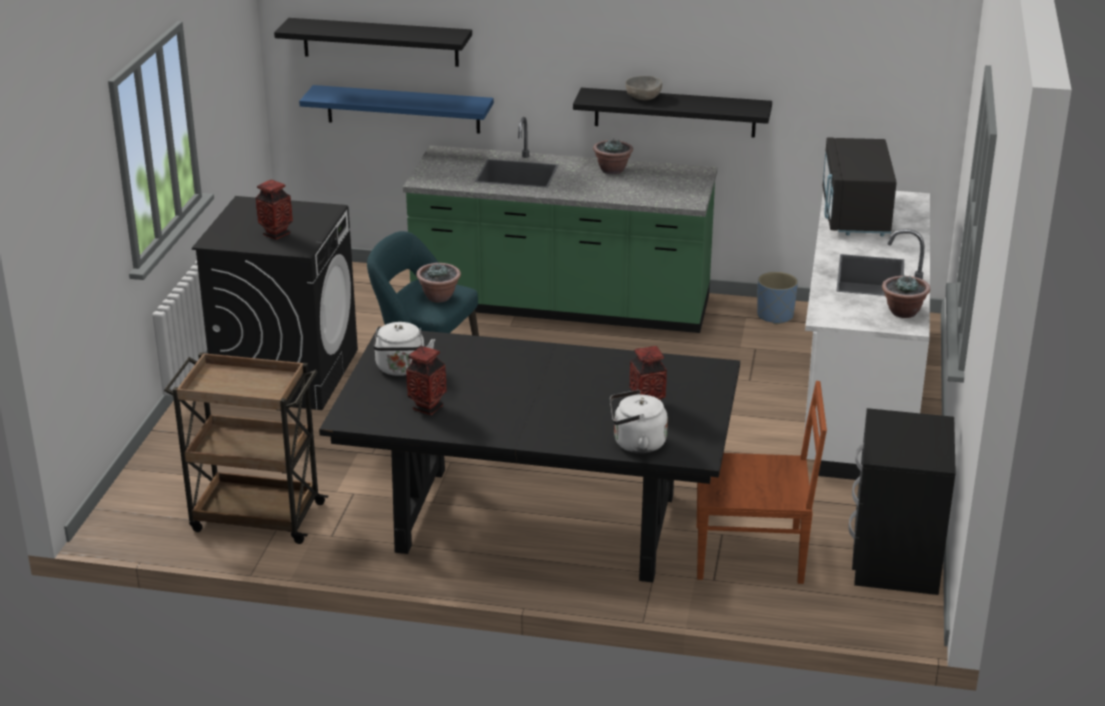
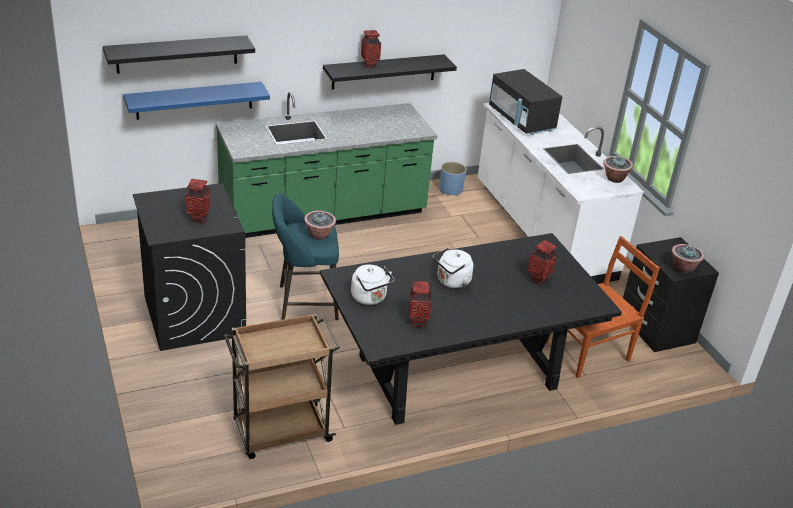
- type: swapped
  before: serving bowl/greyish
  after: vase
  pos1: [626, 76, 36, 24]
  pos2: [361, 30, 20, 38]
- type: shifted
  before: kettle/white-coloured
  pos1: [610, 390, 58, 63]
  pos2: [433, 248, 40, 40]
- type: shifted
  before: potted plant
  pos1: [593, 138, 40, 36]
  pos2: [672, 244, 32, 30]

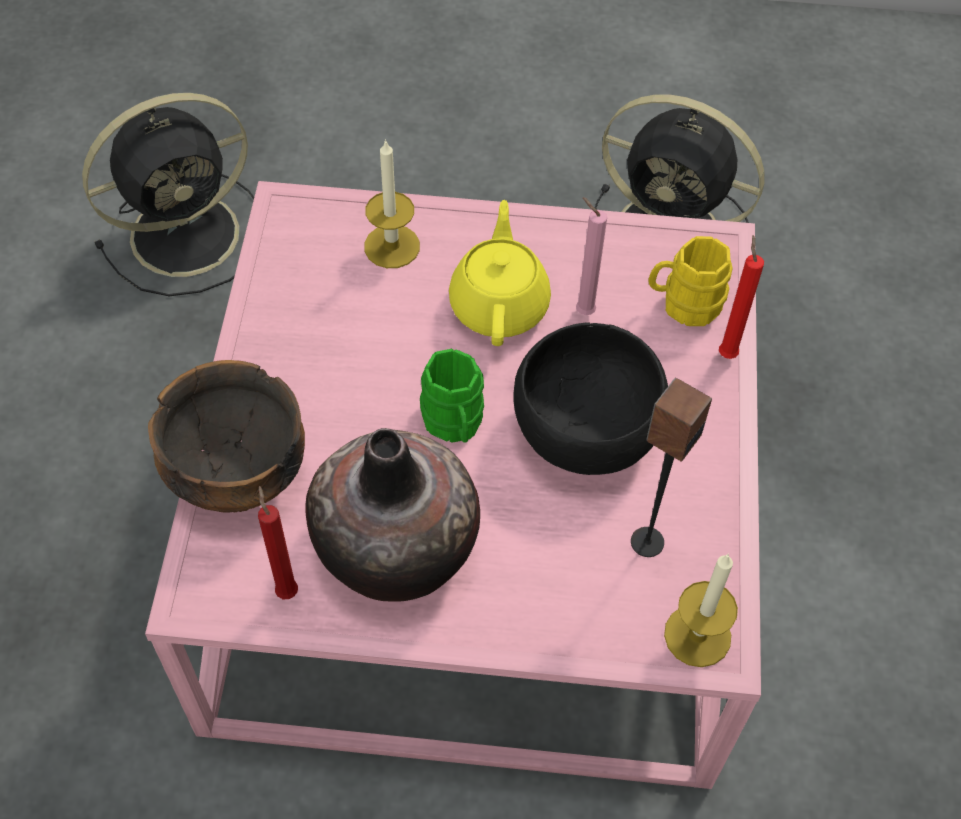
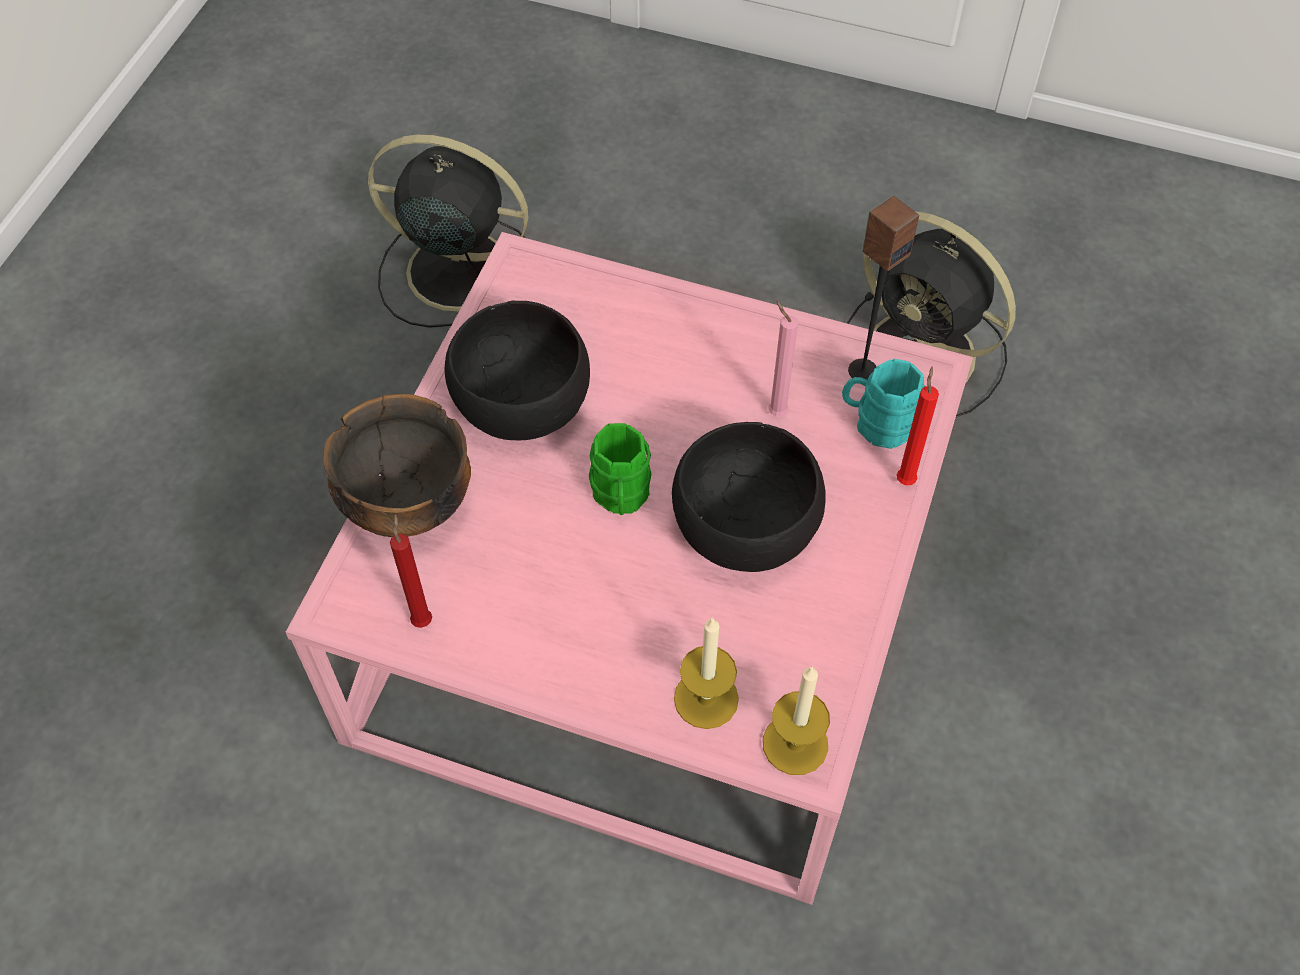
- type: rotated
  before: electric fan/black-coloured
  pos1: [82, 93, 172, 203]
  pos2: [368, 134, 161, 194]
  turn: -150
- type: new
  after: serving bowl/black-coloured
  pos2: [444, 301, 146, 139]
- type: shifted
  before: wax candle
  pos1: [364, 139, 56, 129]
  pos2: [674, 617, 65, 112]
- type: repainted
  before: coffee mug/yellow
  after: coffee mug/blue-green
  pos1: [648, 236, 85, 90]
  pos2: [842, 359, 83, 90]
- type: shifted
  before: audio speaker
  pos1: [631, 378, 81, 179]
  pos2: [848, 195, 71, 185]
- type: gone
  before: vase
  pos1: [305, 428, 175, 174]
- type: gone
  before: pot for tea/yellow
  pos1: [449, 200, 102, 146]

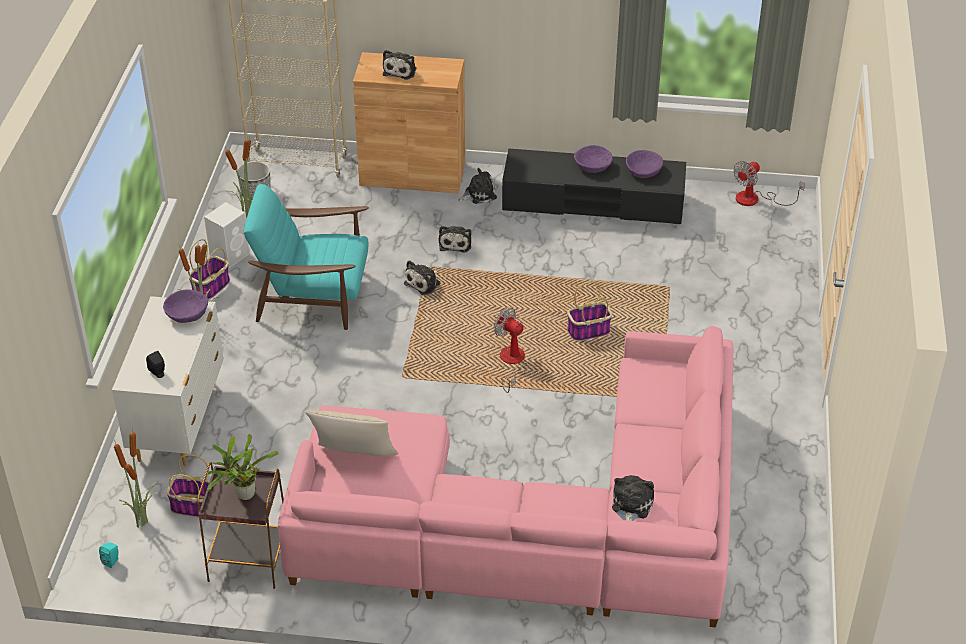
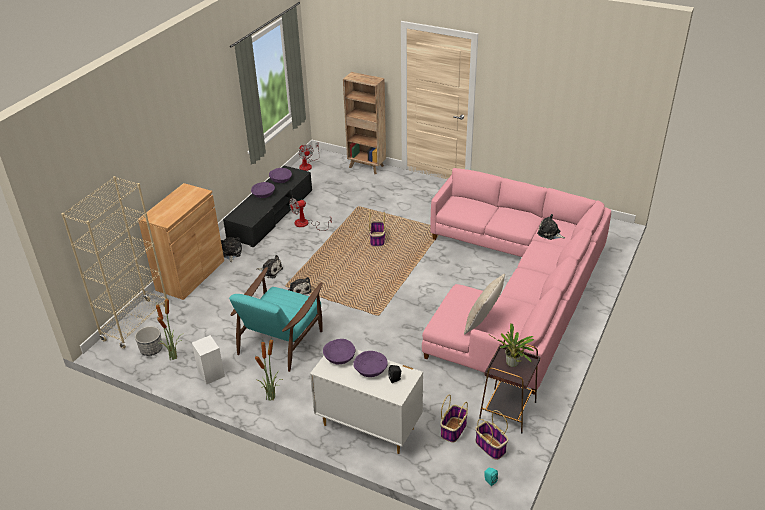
- type: shifted
  before: electric fan
  pos1: [494, 308, 33, 85]
  pos2: [289, 198, 43, 33]
- type: new
  after: shelving unit/brown-coloured
  pos2: [343, 72, 43, 102]
- type: new
  after: serving bowl/purple
  pos2: [353, 351, 35, 26]
- type: shifted
  before: basket
  pos1: [189, 239, 41, 61]
  pos2: [475, 410, 33, 50]
- type: gone
  before: potted plant
  pos1: [114, 428, 44, 100]
- type: gone
  before: cuddly toy
  pos1: [383, 50, 34, 30]

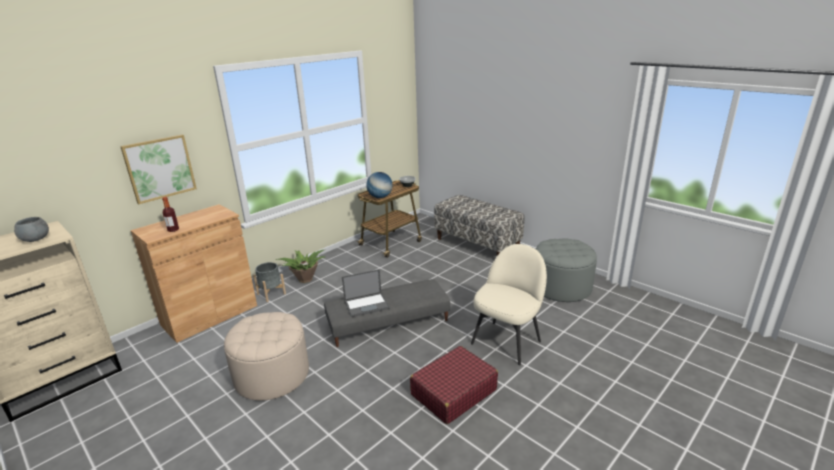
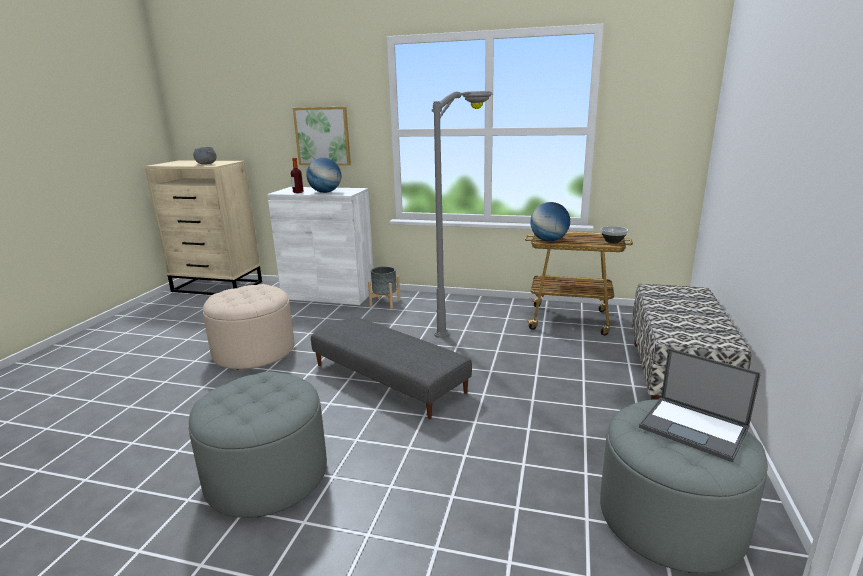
- type: swapped
  before: travel case/red-coloured
  after: footrest/greyish
  pos1: [410, 346, 88, 78]
  pos2: [189, 371, 138, 147]
- type: repainted
  before: cupboard/brown-coloured
  after: cupboard/white-coloured
  pos1: [131, 204, 126, 139]
  pos2: [267, 187, 107, 118]
- type: new
  after: desk globe
  pos2: [306, 158, 35, 35]
- type: new
  after: standing lamp/greyish
  pos2: [432, 91, 61, 247]
- type: shifted
  before: laptop
  pos1: [342, 269, 48, 48]
  pos2: [639, 348, 122, 114]
- type: gone
  before: potted plant
  pos1: [276, 250, 49, 33]
- type: gone
  before: chair/sand-coloured
  pos1: [471, 244, 76, 121]

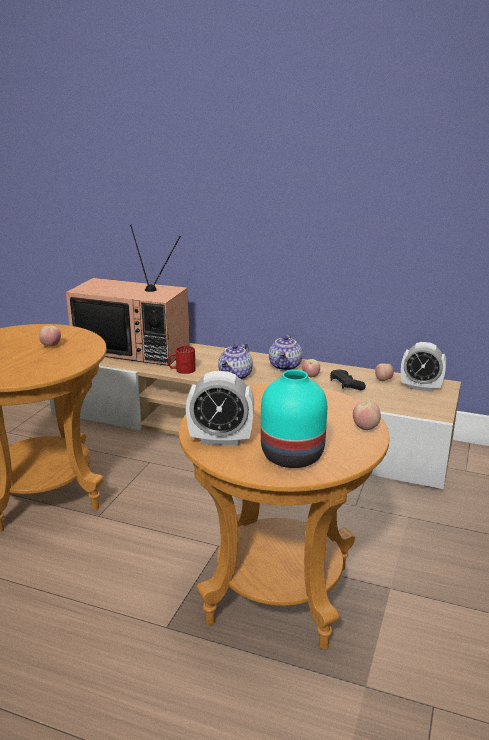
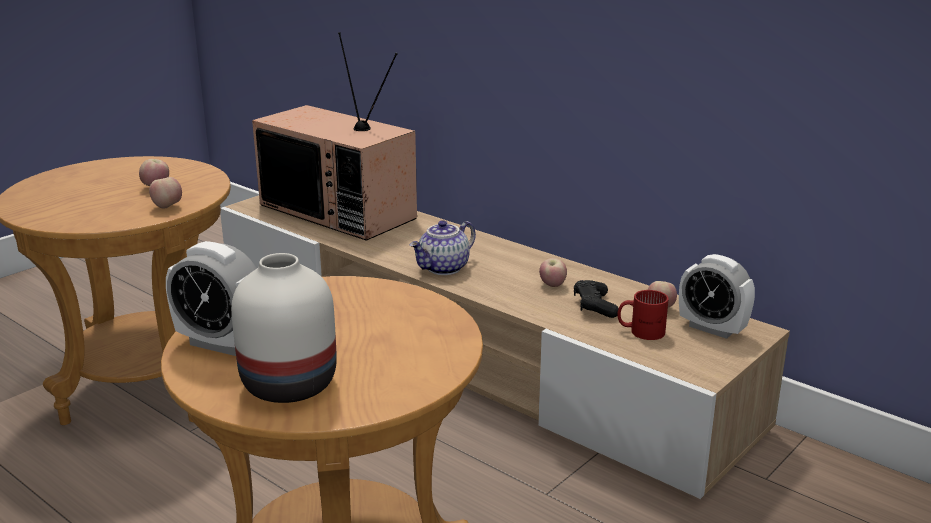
- type: shifted
  before: apple
  pos1: [353, 401, 28, 29]
  pos2: [149, 177, 33, 32]
- type: repainted
  before: vase/blue-green
  after: vase/white-coloured
  pos1: [261, 370, 66, 98]
  pos2: [231, 253, 106, 150]
- type: shifted
  before: coffee mug/red-coloured
  pos1: [167, 346, 29, 28]
  pos2: [618, 290, 51, 50]
- type: gone
  before: pot for tea
  pos1: [269, 334, 33, 37]

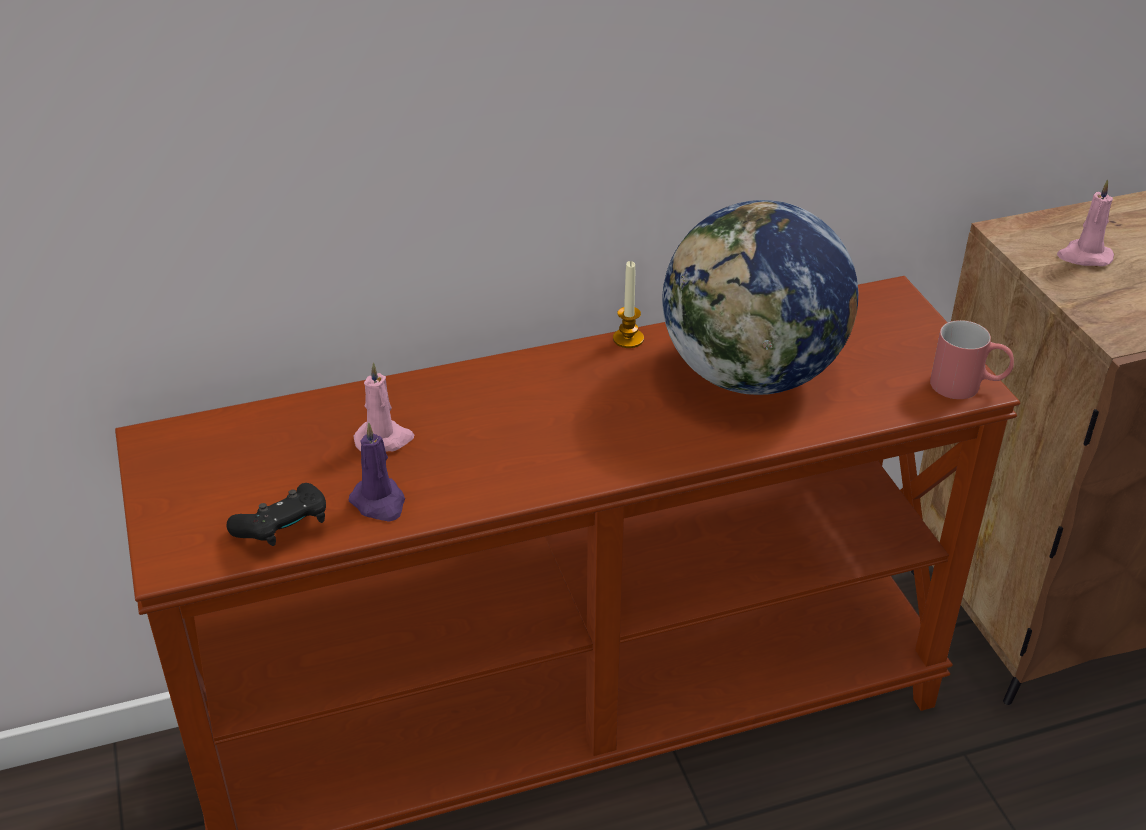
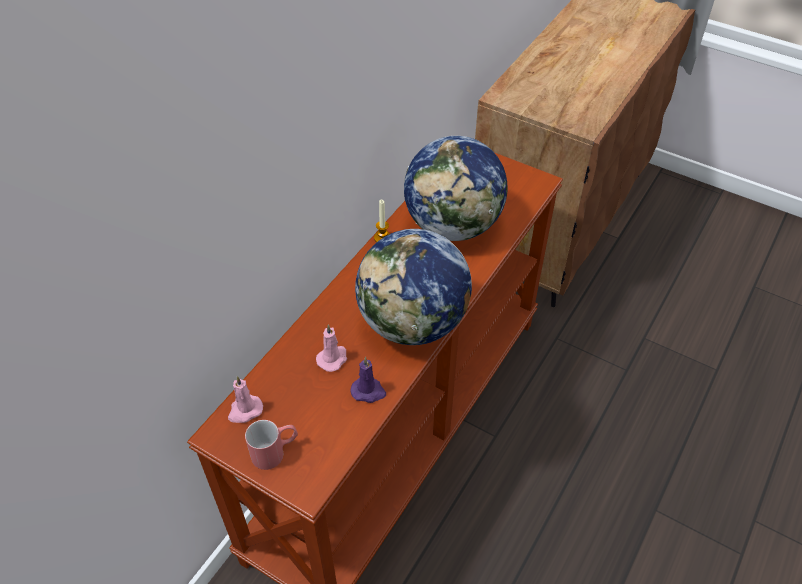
- type: shifted
  before: wax candle/pink
  pos1: [1057, 179, 57, 87]
  pos2: [228, 376, 35, 47]
- type: shifted
  before: coffee mug/red-coloured
  pos1: [930, 320, 84, 79]
  pos2: [245, 420, 53, 50]
- type: new
  after: desk globe
  pos2: [355, 229, 117, 116]
- type: gone
  before: game controller/black-coloured
  pos1: [227, 483, 99, 63]

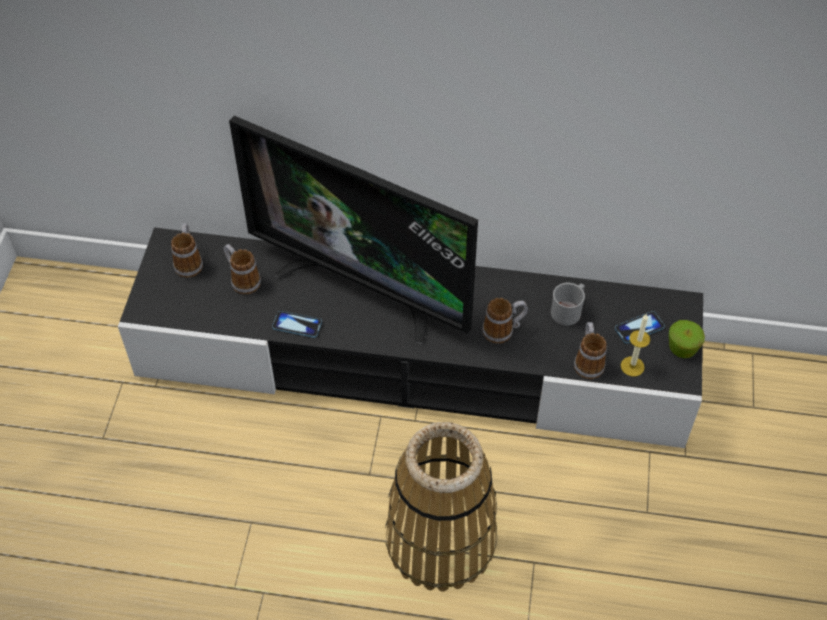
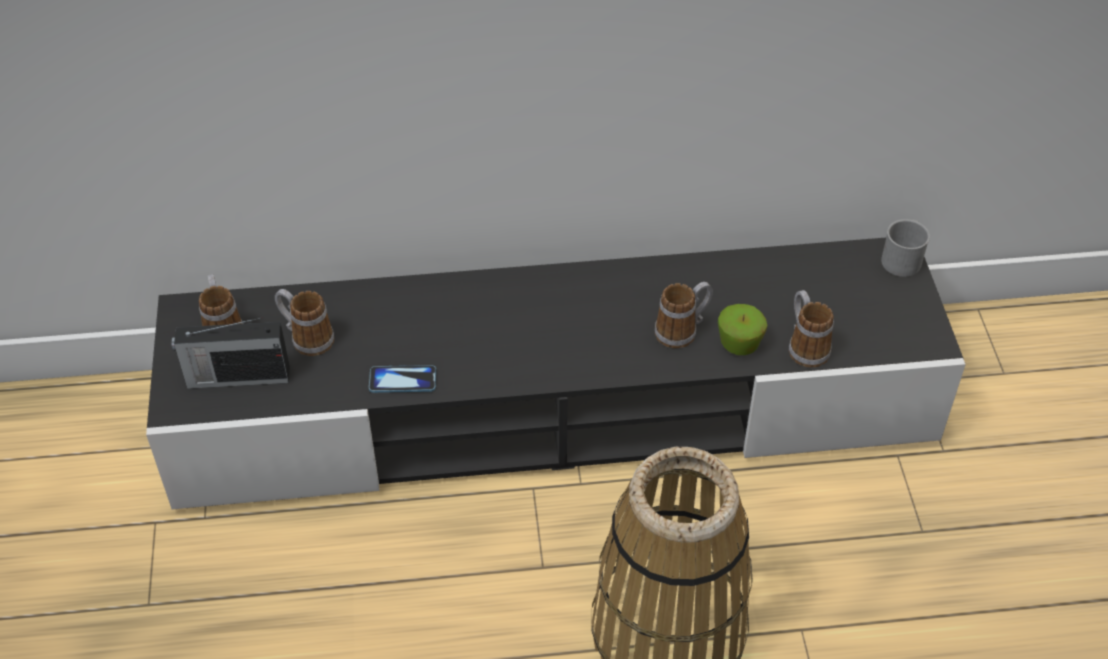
- type: new
  after: radio
  pos2: [171, 317, 119, 72]
- type: shifted
  before: apple
  pos1: [669, 320, 36, 38]
  pos2: [718, 304, 49, 51]
- type: shifted
  before: coffee mug/greyish
  pos1: [551, 283, 34, 43]
  pos2: [881, 219, 49, 58]
- type: gone
  before: TV set
  pos1: [229, 116, 249, 228]
- type: gone
  before: phone
  pos1: [615, 311, 50, 33]
- type: gone
  before: wax candle
  pos1: [621, 314, 29, 62]

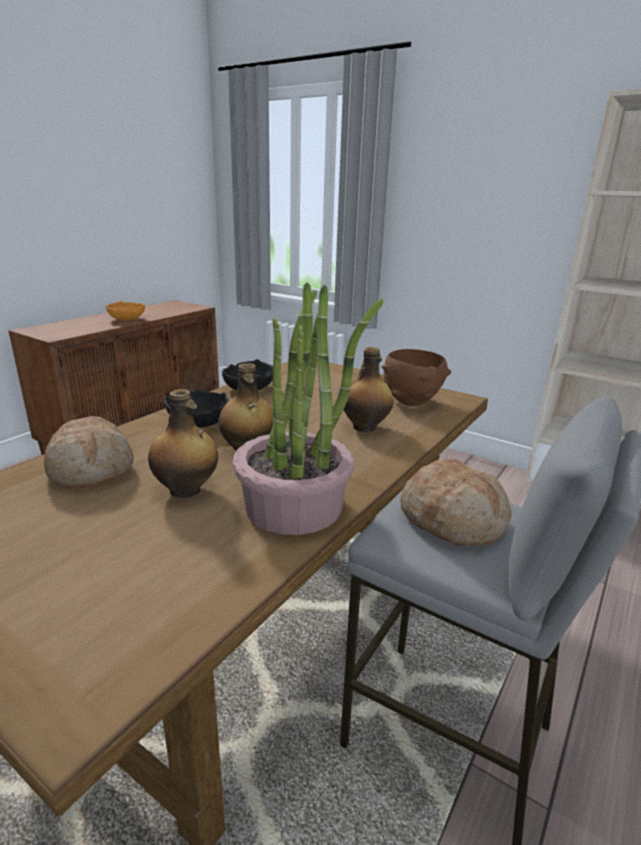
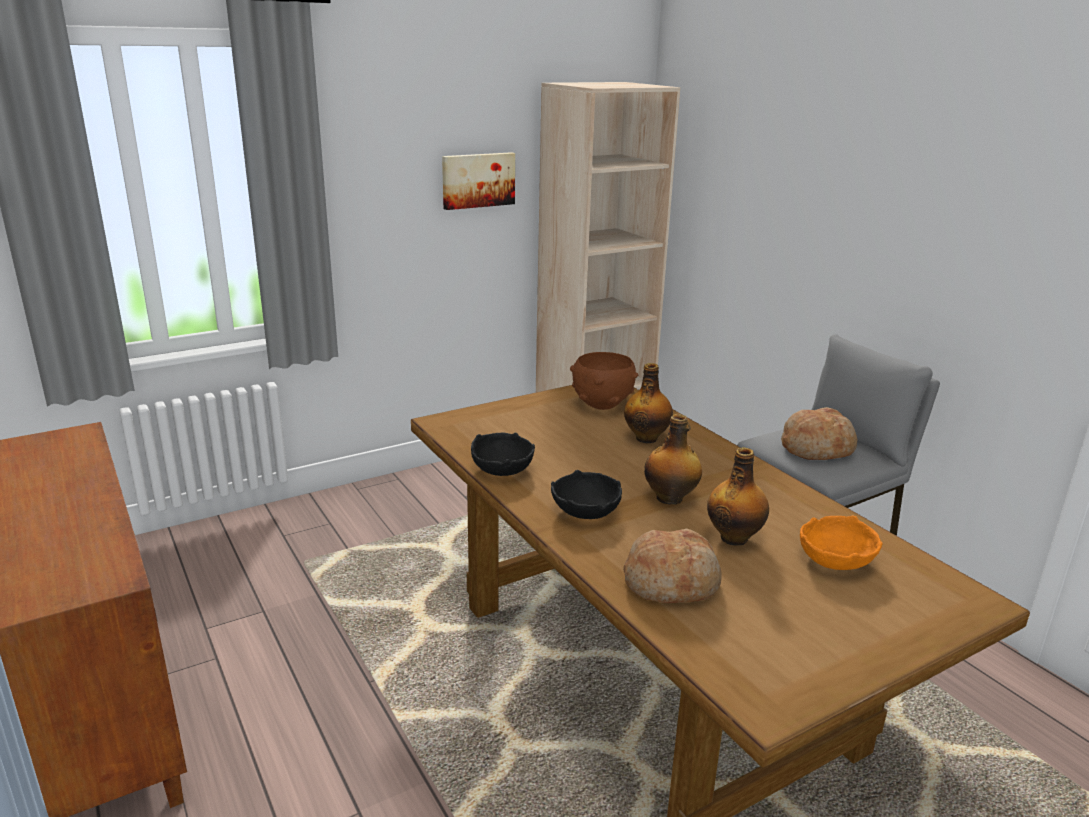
- type: new
  after: wall picture
  pos2: [442, 152, 73, 58]
- type: shifted
  before: serving bowl/orangey
  pos1: [106, 301, 39, 19]
  pos2: [800, 515, 83, 55]
- type: gone
  before: potted plant
  pos1: [233, 283, 150, 252]

